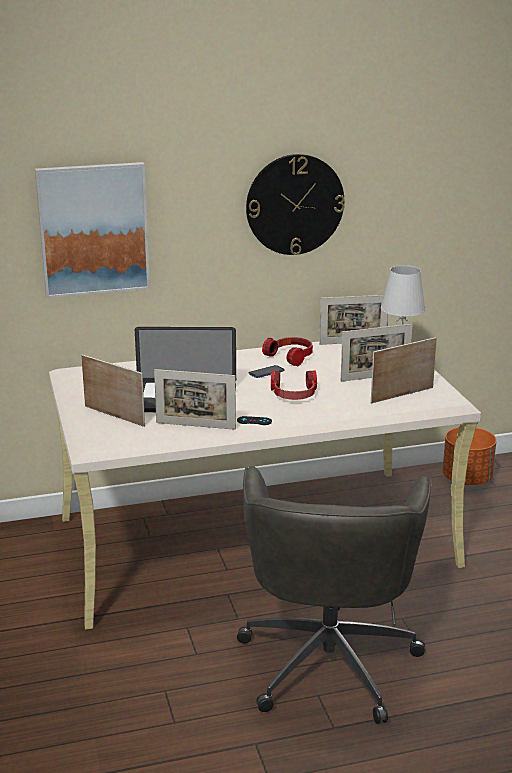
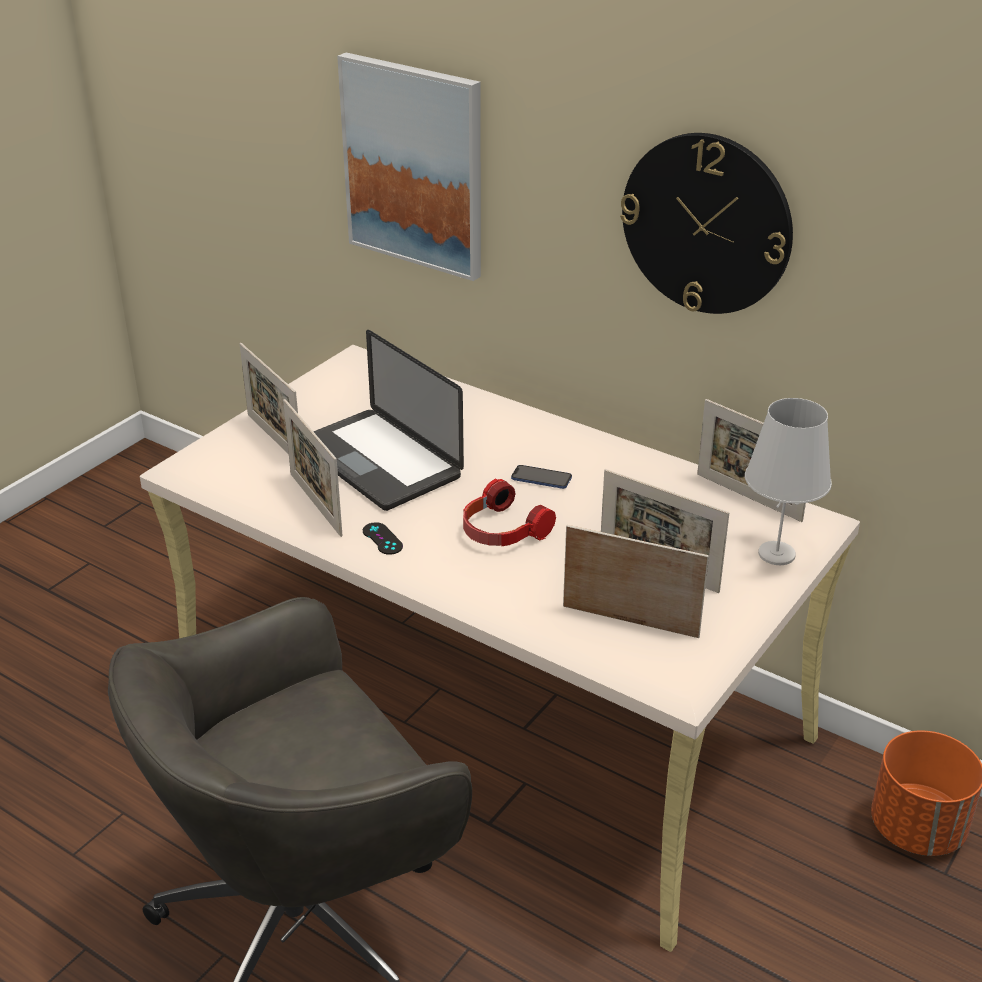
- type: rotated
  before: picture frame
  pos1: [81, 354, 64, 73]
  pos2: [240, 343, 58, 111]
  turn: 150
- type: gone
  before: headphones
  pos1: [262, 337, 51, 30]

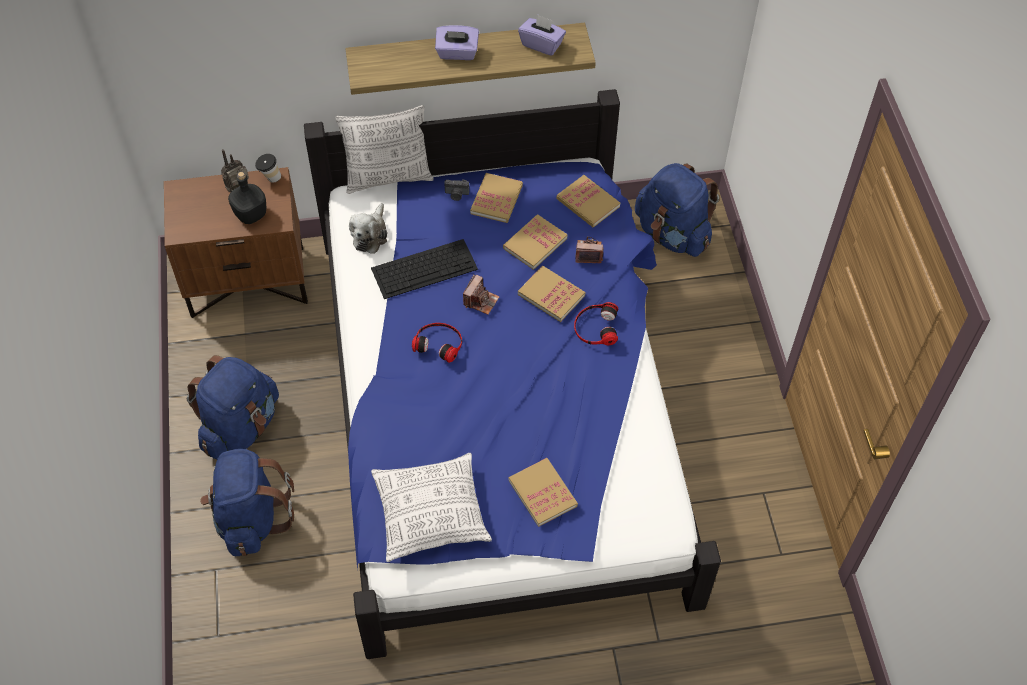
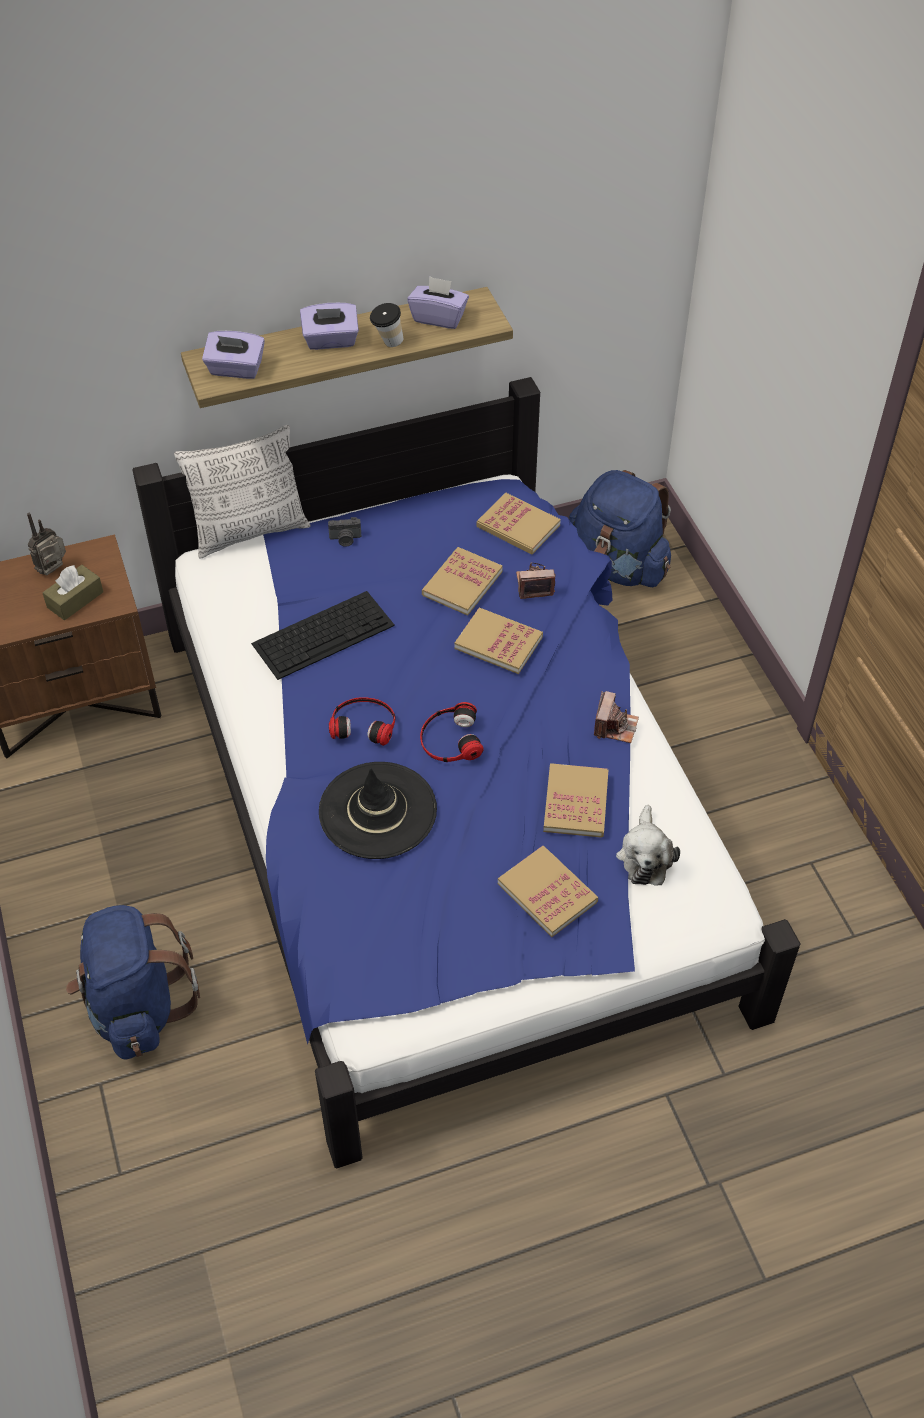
- type: swapped
  before: beverage bottle/black-coloured
  after: tissue holder/brown-coloured
  pos1: [228, 172, 38, 52]
  pos2: [42, 565, 61, 55]
- type: new
  after: tissue holder/purple
  pos2: [202, 331, 63, 48]
- type: new
  after: clothing hat/black-coloured
  pos2: [319, 762, 118, 97]
- type: shifted
  before: drinking cup
  pos1: [255, 154, 26, 29]
  pos2: [370, 303, 34, 44]
- type: shifted
  before: headphones
  pos1: [574, 302, 44, 43]
  pos2: [420, 702, 64, 60]
- type: shifted
  before: book
  pos1: [470, 173, 53, 50]
  pos2: [543, 763, 65, 75]
- type: shifted
  before: still camera
  pos1: [463, 275, 37, 40]
  pos2: [594, 691, 45, 52]
- type: shifted
  before: cuddly toy
  pos1: [349, 203, 38, 51]
  pos2: [616, 805, 64, 81]
- type: gone
  before: backpack/blue-coloured
  pos1: [187, 355, 92, 105]
- type: gone
  before: cushion
  pos1: [371, 453, 121, 109]

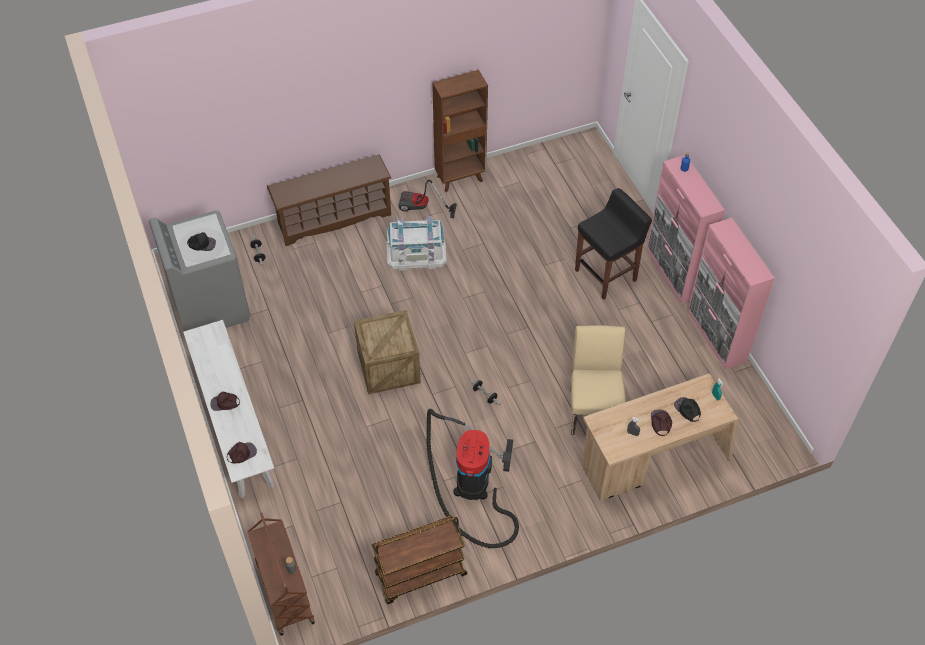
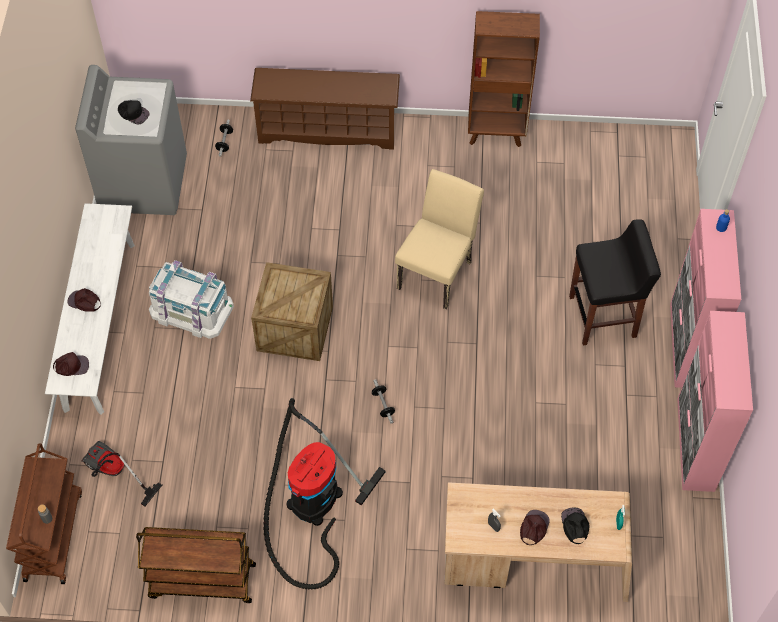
- type: shifted
  before: hoover
  pos1: [398, 180, 59, 38]
  pos2: [82, 441, 80, 66]
- type: shifted
  before: storage bin/white-coloured
  pos1: [387, 216, 60, 55]
  pos2: [149, 260, 85, 79]
- type: shifted
  before: chair/sand-coloured
  pos1: [570, 325, 56, 110]
  pos2: [395, 169, 89, 141]

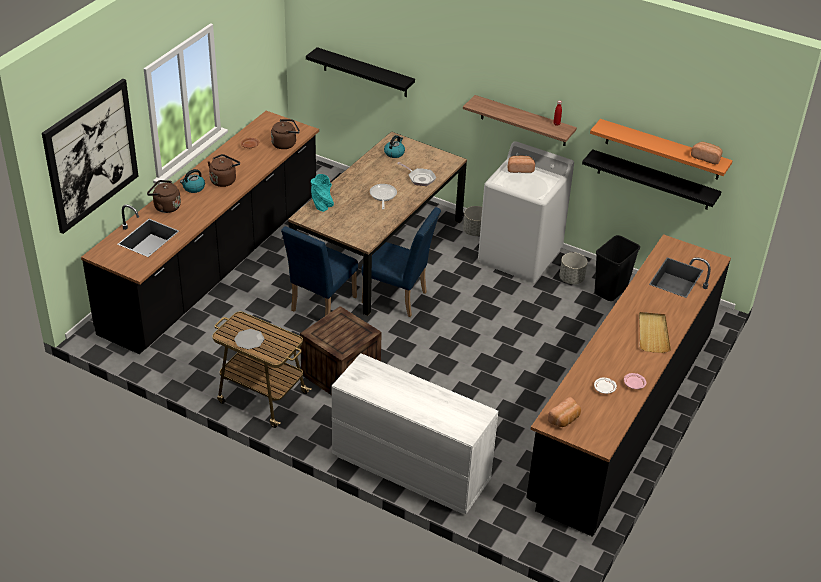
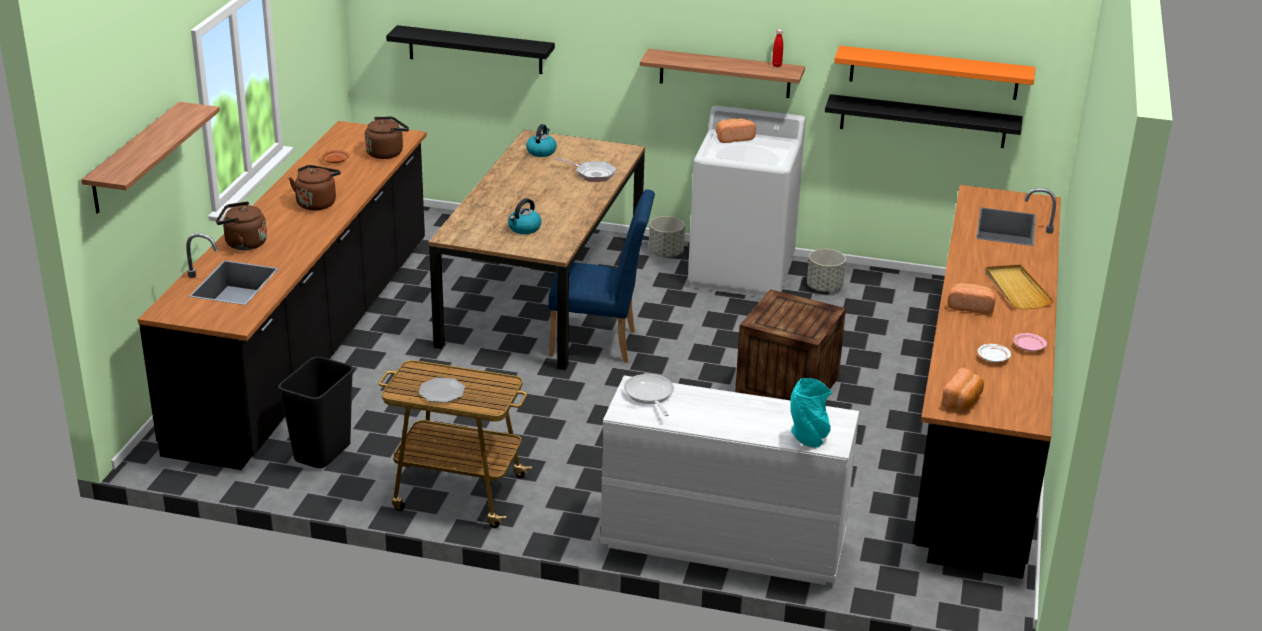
- type: swapped
  before: wall picture
  after: bracket shelf
  pos1: [42, 79, 97, 155]
  pos2: [81, 102, 139, 112]
- type: shifted
  before: rubbish bin/black-coloured
  pos1: [595, 235, 45, 66]
  pos2: [278, 356, 76, 112]
- type: shifted
  before: kettle
  pos1: [180, 169, 25, 24]
  pos2: [508, 198, 33, 36]
- type: shifted
  before: pan
  pos1: [370, 184, 27, 25]
  pos2: [624, 374, 50, 42]
- type: shifted
  before: packing crate
  pos1: [300, 306, 82, 89]
  pos2: [735, 289, 111, 112]
- type: shifted
  before: vase/blue-green
  pos1: [311, 174, 23, 38]
  pos2: [790, 378, 42, 70]
- type: shifted
  before: bakery bread
  pos1: [691, 142, 31, 22]
  pos2: [947, 283, 49, 31]
- type: gone
  before: chair/blue-coloured
  pos1: [281, 226, 77, 90]

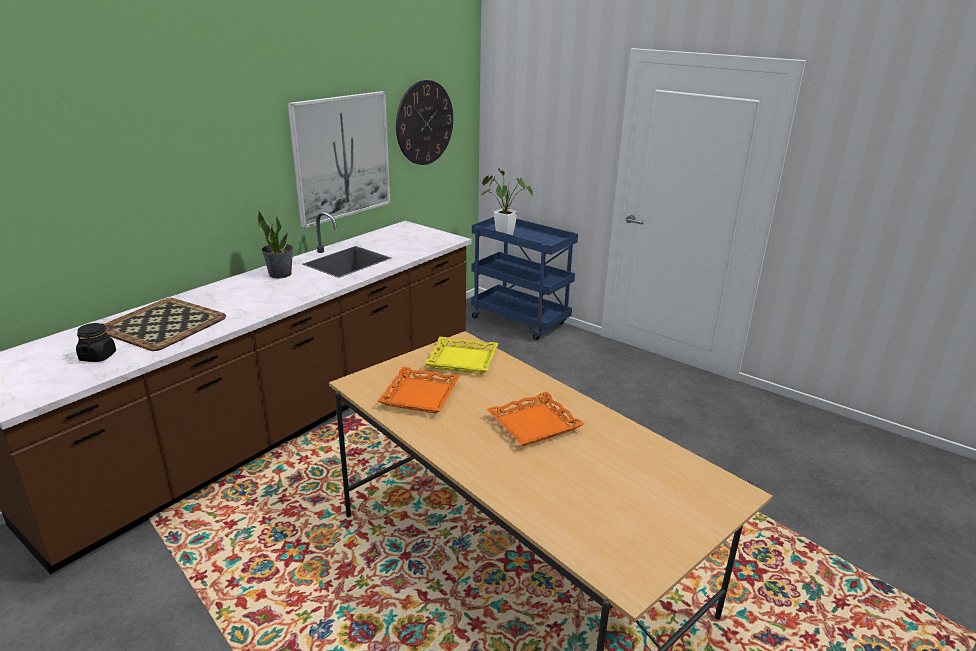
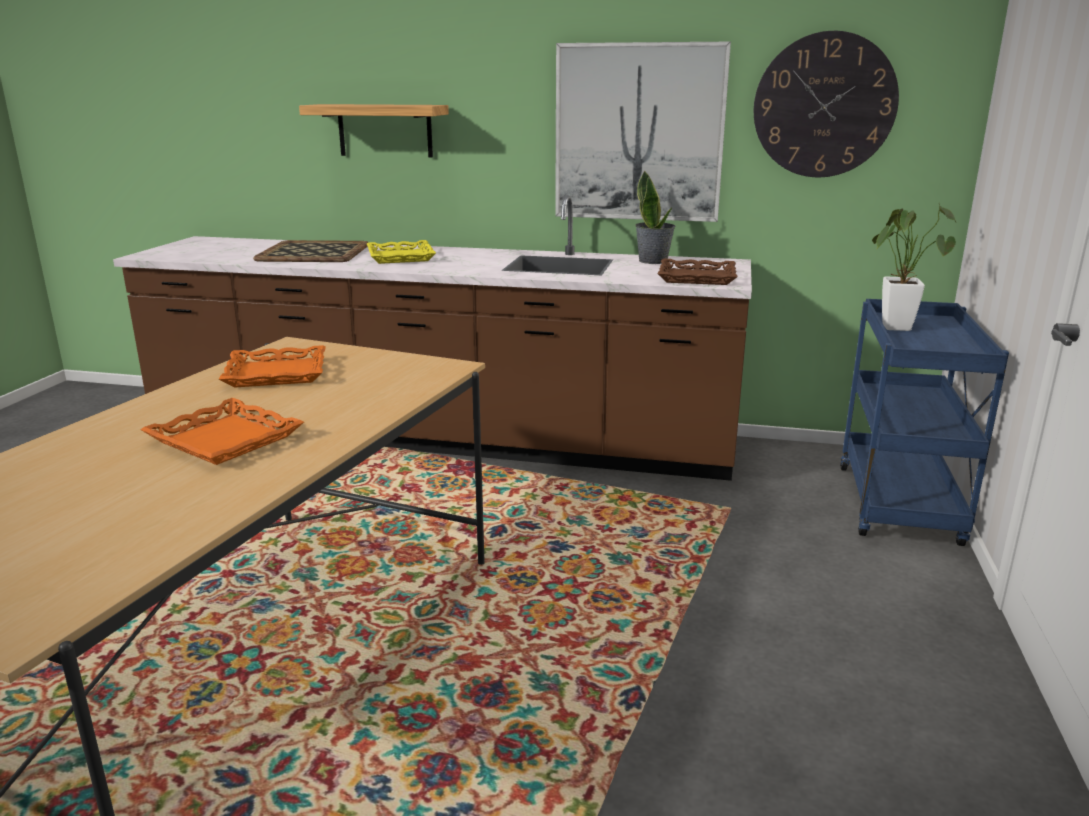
- type: new
  after: bracket shelf
  pos2: [299, 104, 150, 53]
- type: shifted
  before: serving tray/yellow
  pos1: [424, 337, 75, 37]
  pos2: [367, 240, 69, 24]
- type: shifted
  before: potted plant
  pos1: [257, 210, 36, 68]
  pos2: [635, 170, 41, 94]
- type: new
  after: serving tray/brown-coloured
  pos2: [658, 259, 79, 26]
- type: gone
  before: preserve jar/black-coloured
  pos1: [76, 323, 40, 39]

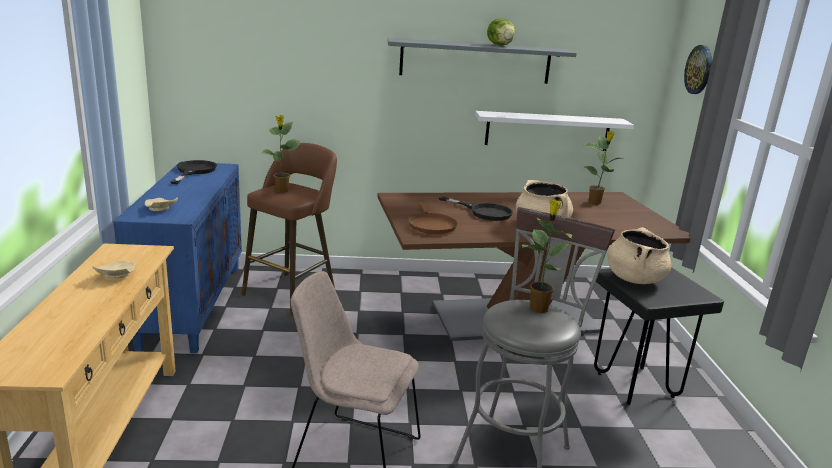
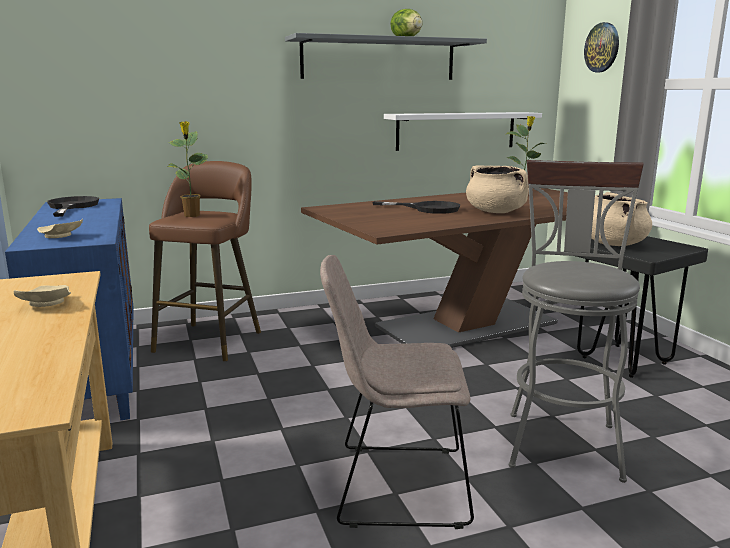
- type: gone
  before: pan/brown-coloured
  pos1: [408, 202, 49, 32]
- type: gone
  before: potted plant
  pos1: [522, 199, 51, 114]

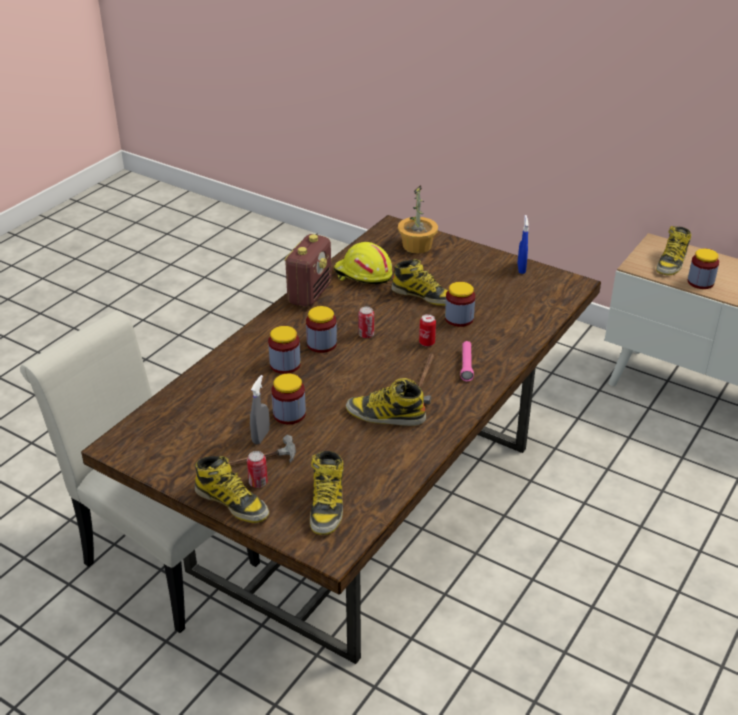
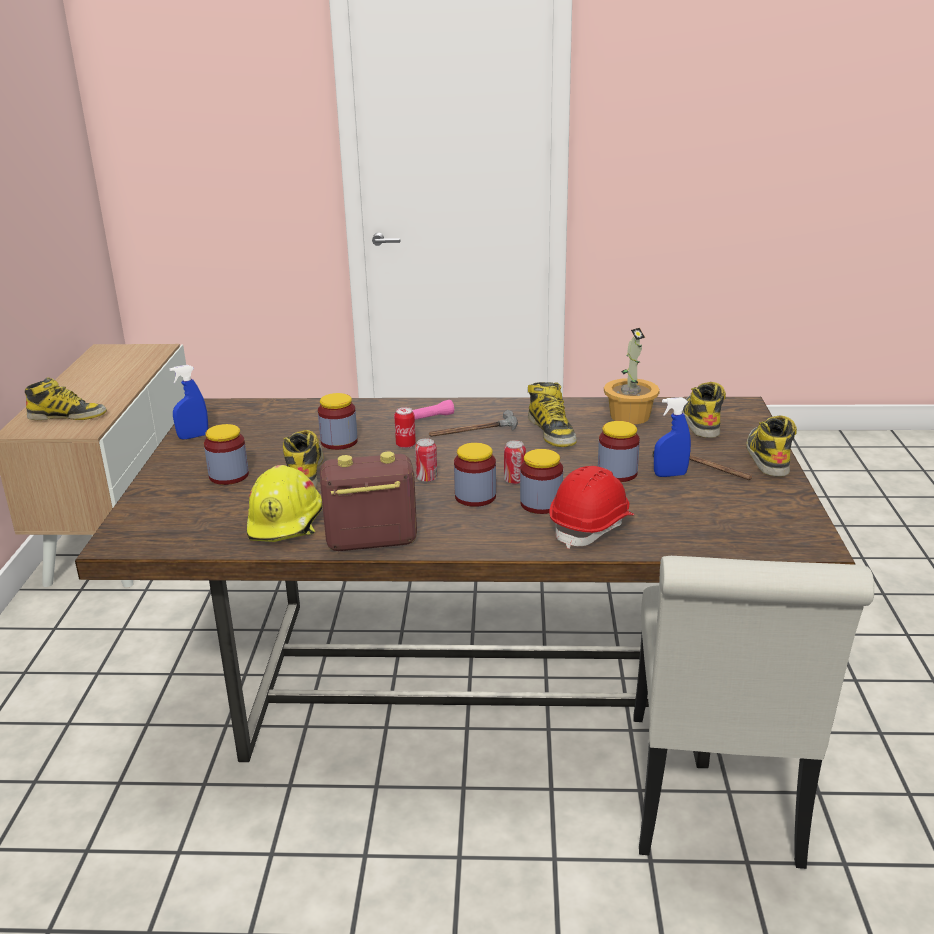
- type: shifted
  before: preserve jar
  pos1: [688, 249, 31, 40]
  pos2: [204, 424, 45, 61]
- type: shifted
  before: can
  pos1: [247, 451, 21, 37]
  pos2: [504, 440, 22, 44]
- type: new
  after: safety helmet/red-coloured
  pos2: [549, 466, 85, 83]
- type: shifted
  before: potted plant
  pos1: [398, 185, 40, 69]
  pos2: [604, 328, 56, 96]
- type: repainted
  before: sprayer/greyish
  after: sprayer/blue-coloured
  pos1: [250, 375, 20, 69]
  pos2: [654, 397, 37, 80]
- type: rotated
  before: boot
  pos1: [310, 451, 34, 84]
  pos2: [682, 382, 44, 56]
  turn: -60

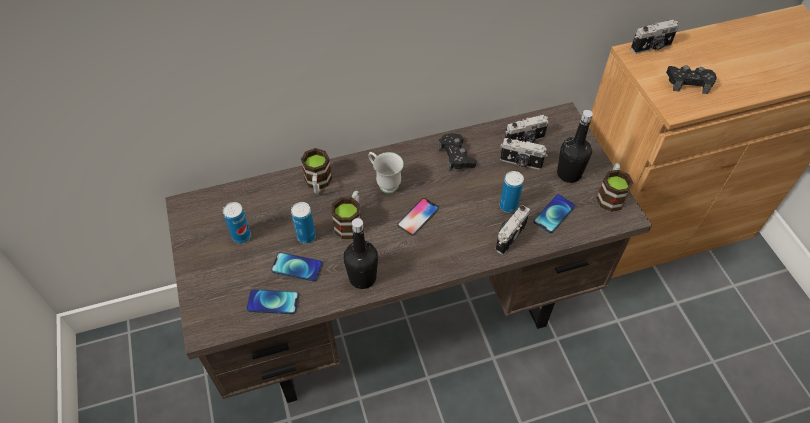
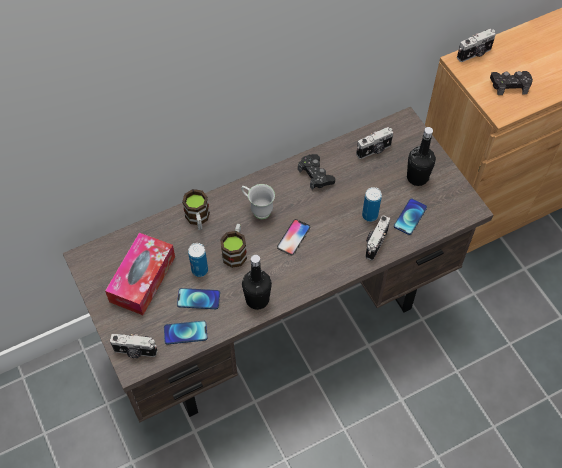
- type: swapped
  before: can
  after: tissue holder
  pos1: [223, 202, 28, 42]
  pos2: [105, 233, 70, 82]
- type: shifted
  before: still camera
  pos1: [500, 138, 47, 32]
  pos2: [110, 334, 47, 24]
- type: gone
  before: coffee mug
  pos1: [596, 163, 37, 49]

